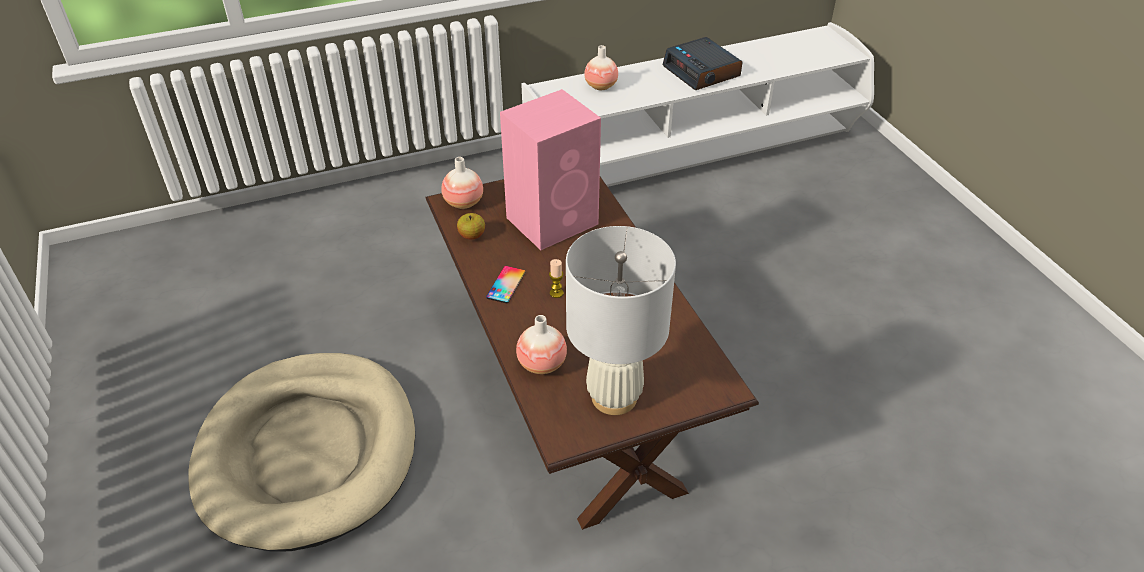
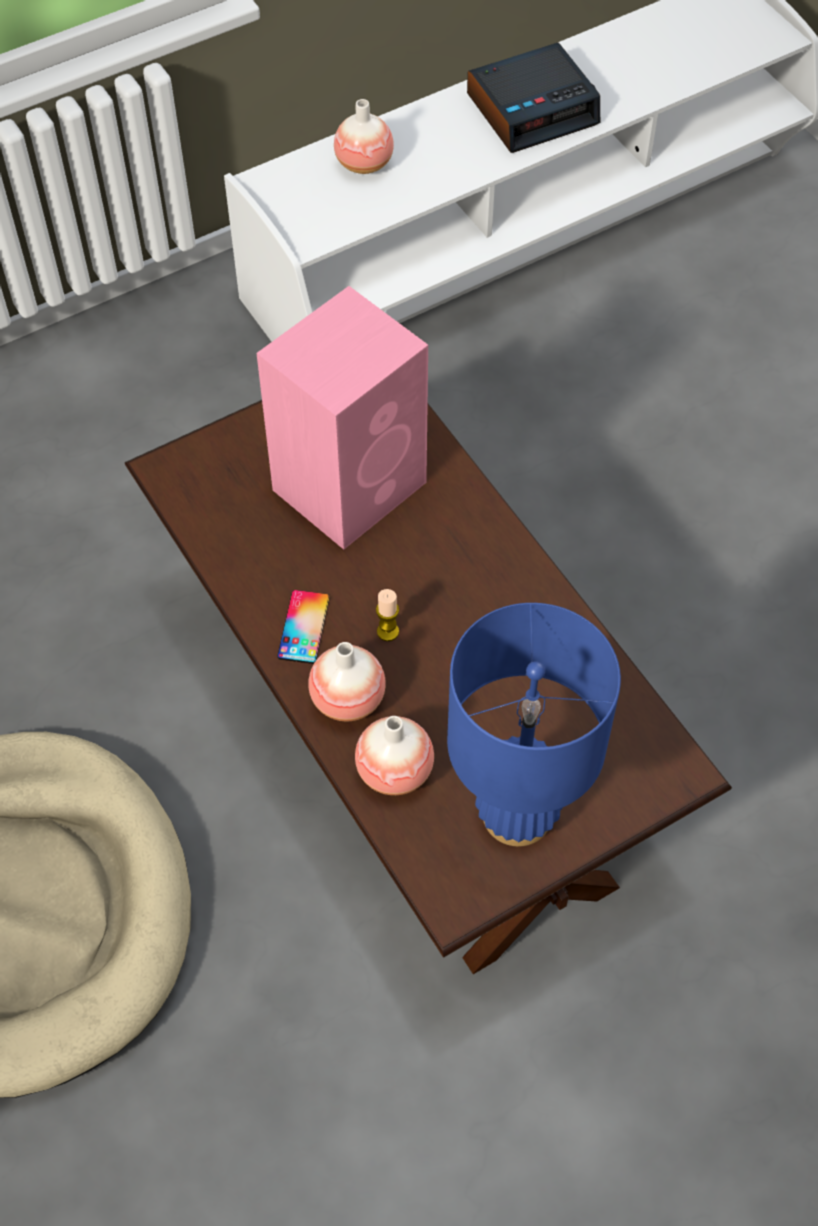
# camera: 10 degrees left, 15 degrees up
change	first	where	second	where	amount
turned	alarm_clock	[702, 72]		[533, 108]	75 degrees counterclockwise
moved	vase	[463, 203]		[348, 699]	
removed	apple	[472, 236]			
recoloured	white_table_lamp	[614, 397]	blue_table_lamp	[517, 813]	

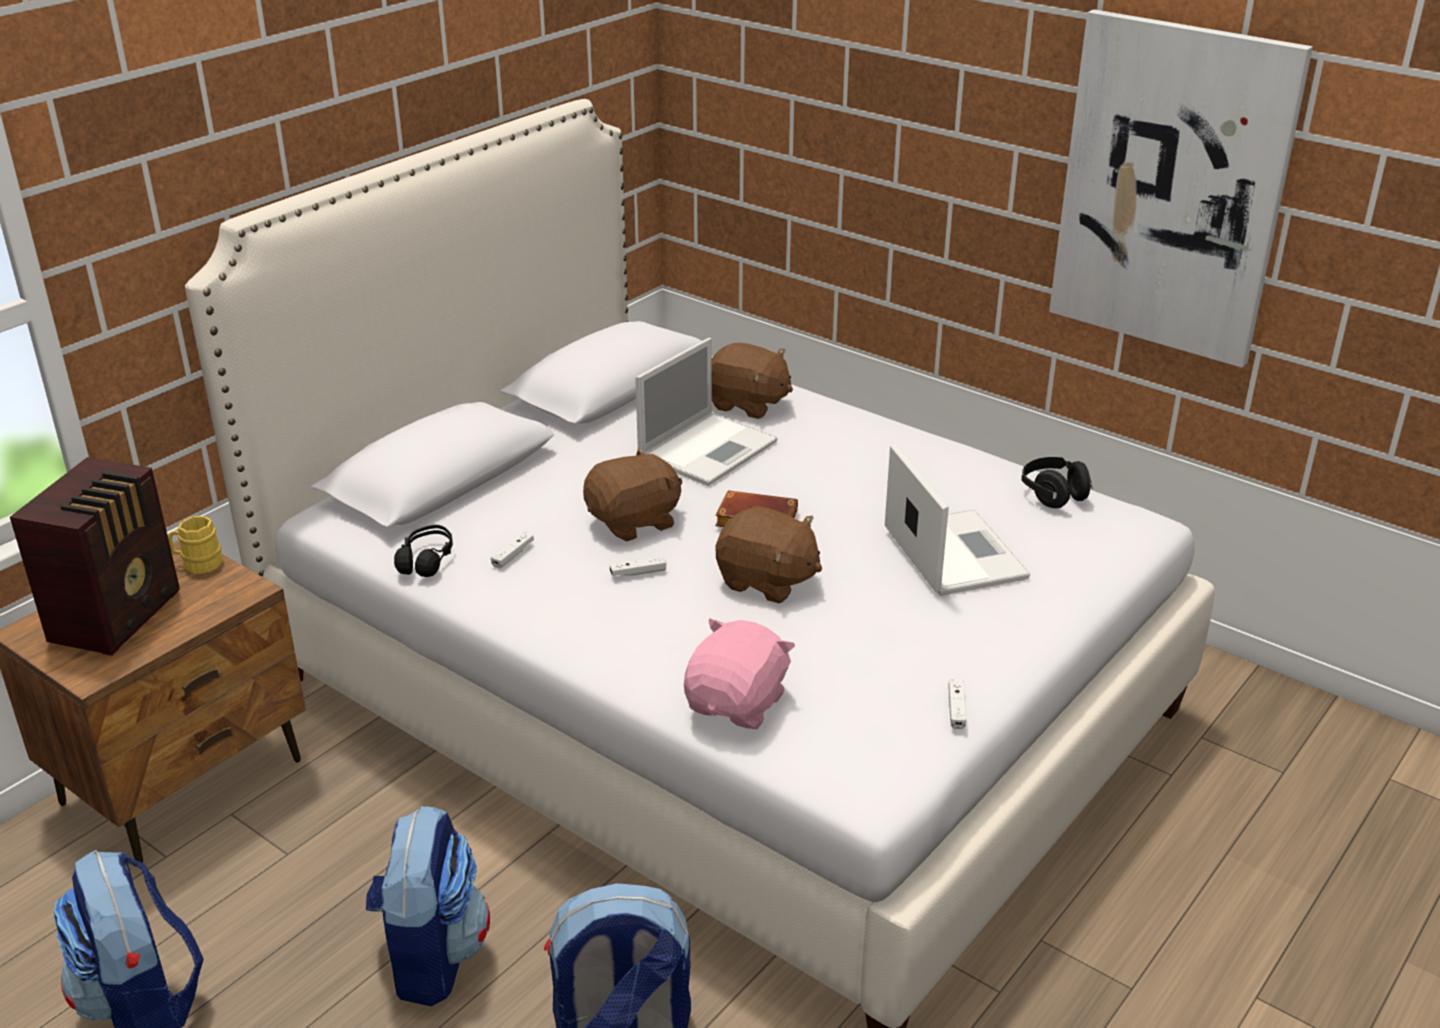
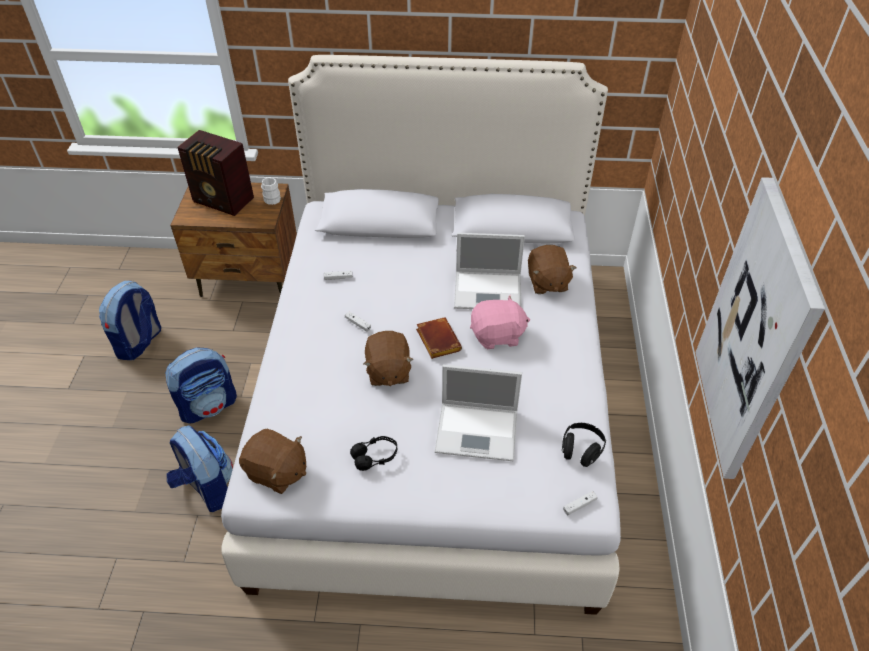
# camera: 55 degrees right, 15 degrees up
change	first	where	second	where	amount
turned	laptop	[952, 552]		[478, 431]	60 degrees clockwise
moved	brown_plush_toy	[634, 522]		[276, 472]	
turned	radio	[119, 615]		[224, 201]	45 degrees clockwise
recoloured	yellow_mug	[198, 564]	white_mug	[271, 198]	
moved	black_headphones	[426, 560]		[375, 457]	
moved	pink_plush_toy	[738, 704]		[497, 335]	
moved	white_game_controller	[956, 709]		[579, 505]	

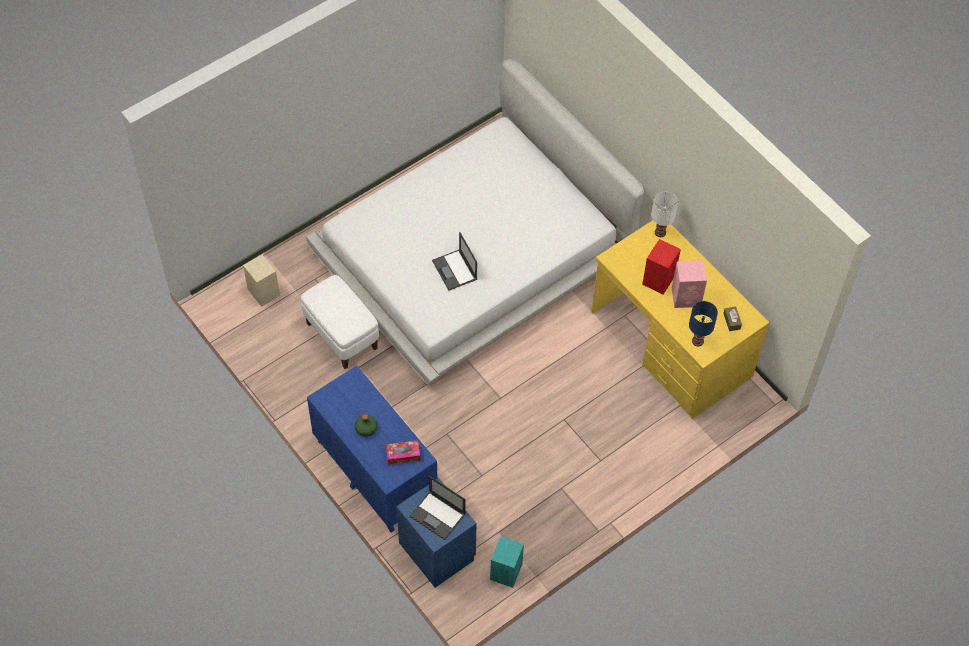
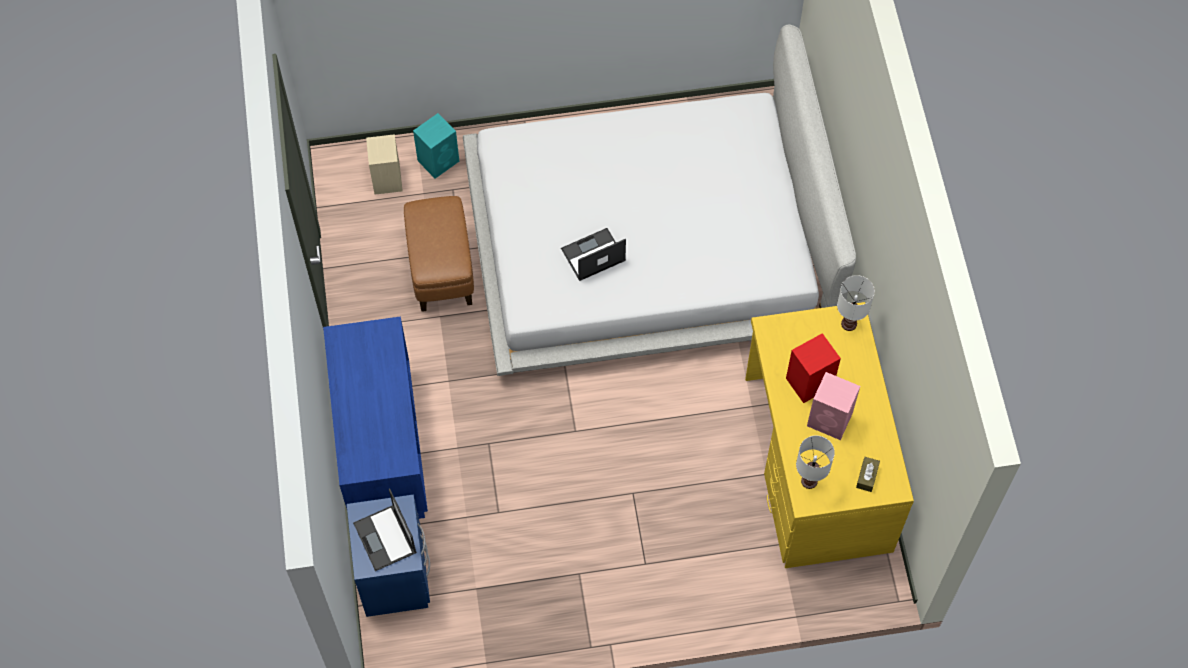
# camera: 30 degrees right, 5 degrees up
change	first	where	second	where	amount
turned	laptop	[455, 270]		[592, 255]	60 degrees clockwise
recoloured	white_ottoman	[342, 336]	brown_ottoman	[442, 271]	
recoloured	blue_table_lamp	[697, 340]	white_table_lamp	[809, 480]	
removed	green_bottle	[366, 428]			
removed	tissue_box	[403, 455]			
moved	turquoise_speaker	[506, 571]		[439, 160]	

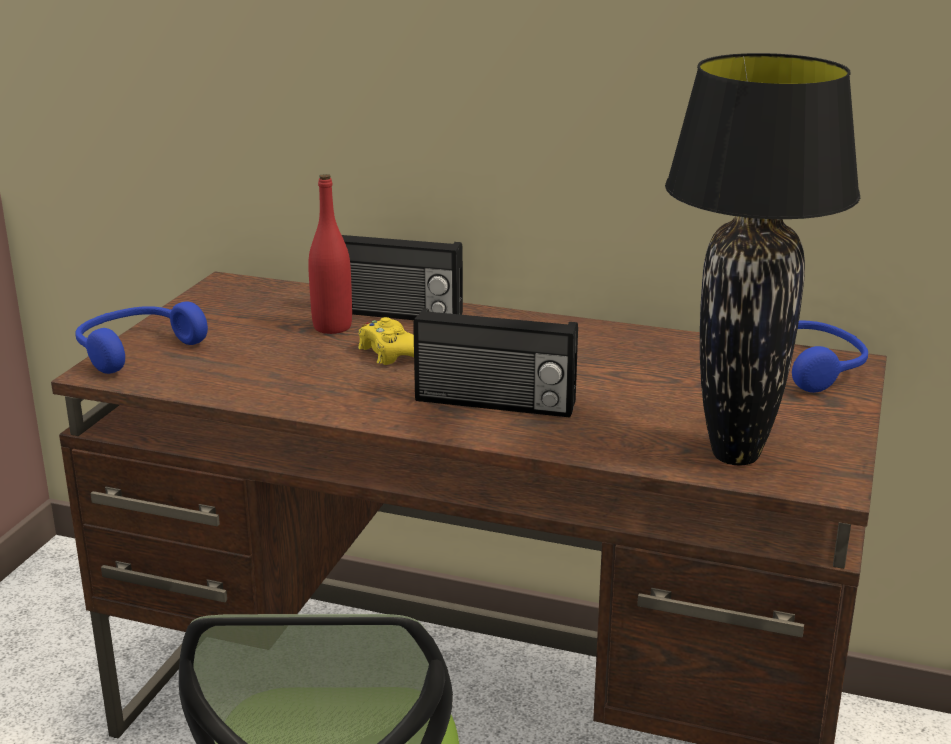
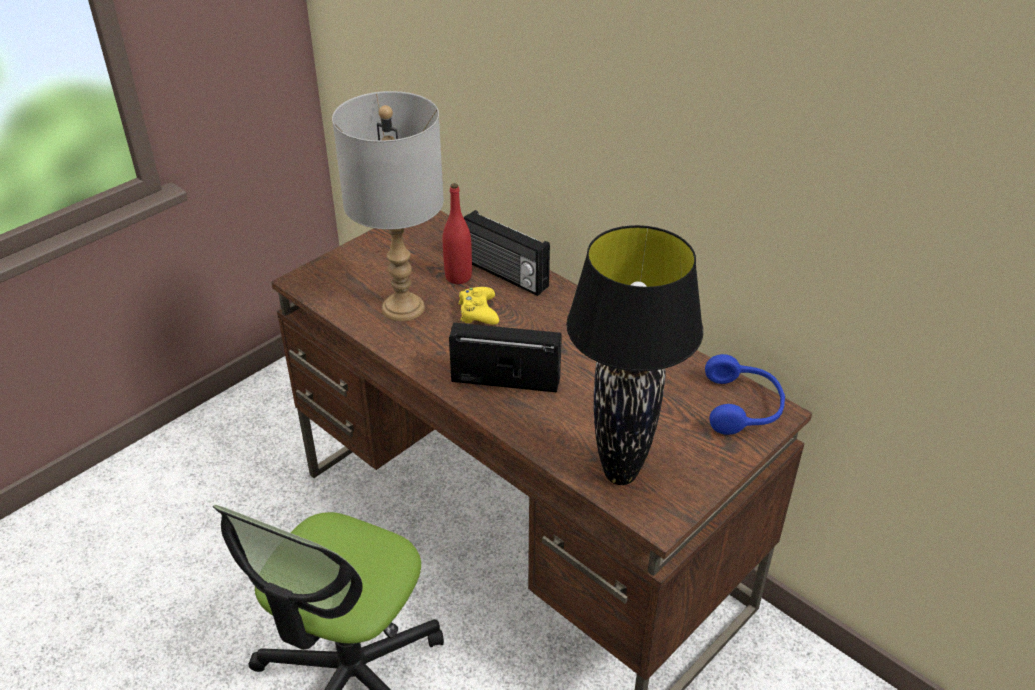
# camera: 25 degrees right, 15 degrees up
change	first	where	second	where	amount
removed	blue_headphones	[135, 349]			
turned	radio	[494, 404]		[505, 379]	150 degrees clockwise
added			grey_table_lamp	[403, 307]	

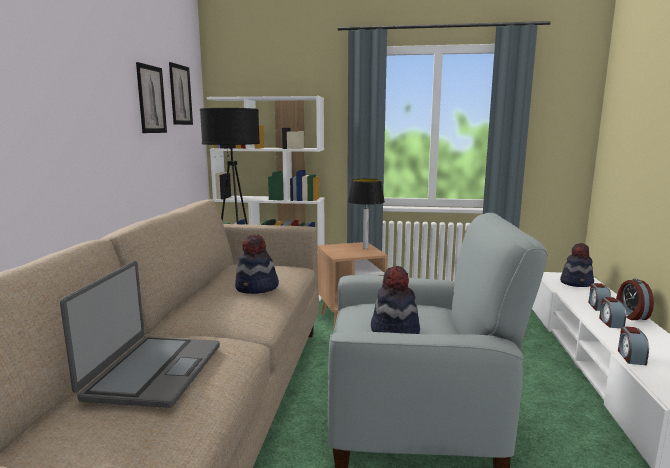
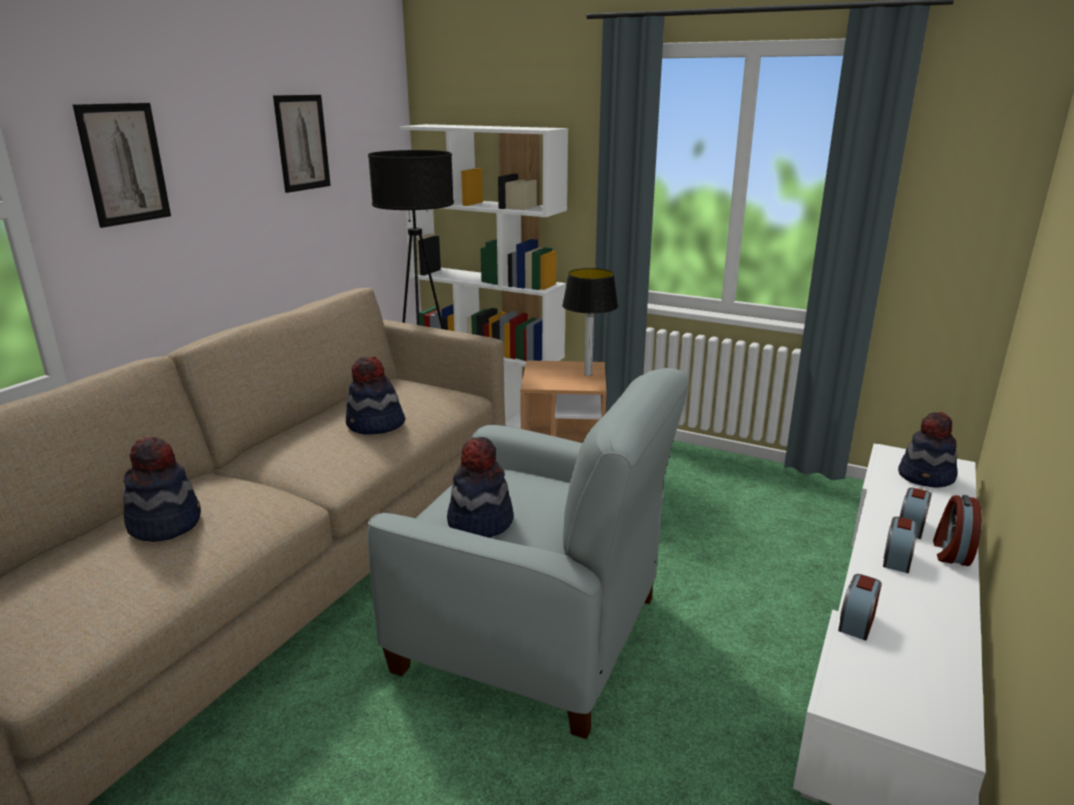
# camera: 20 degrees right, 10 degrees up
change	first	where	second	where	amount
moved	picture	[180, 95]		[124, 164]	
replaced	laptop	[153, 371]	hat	[165, 523]	

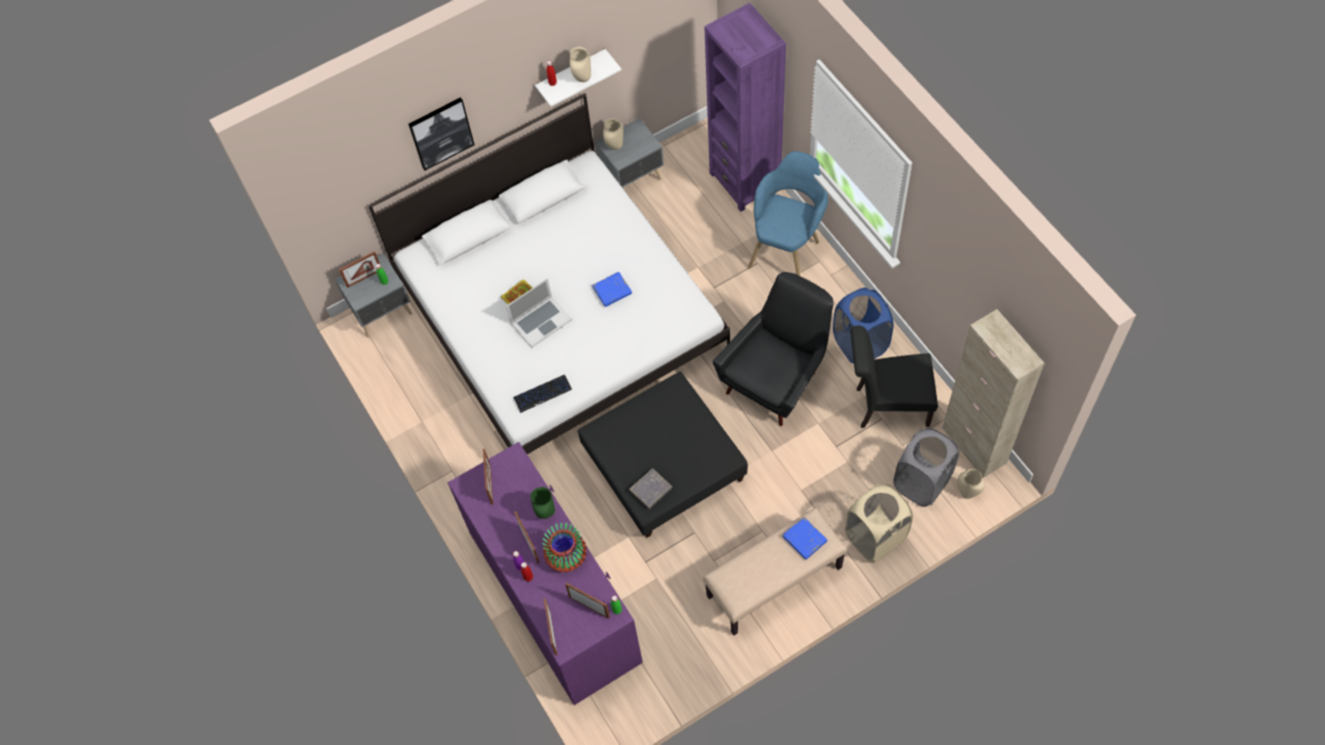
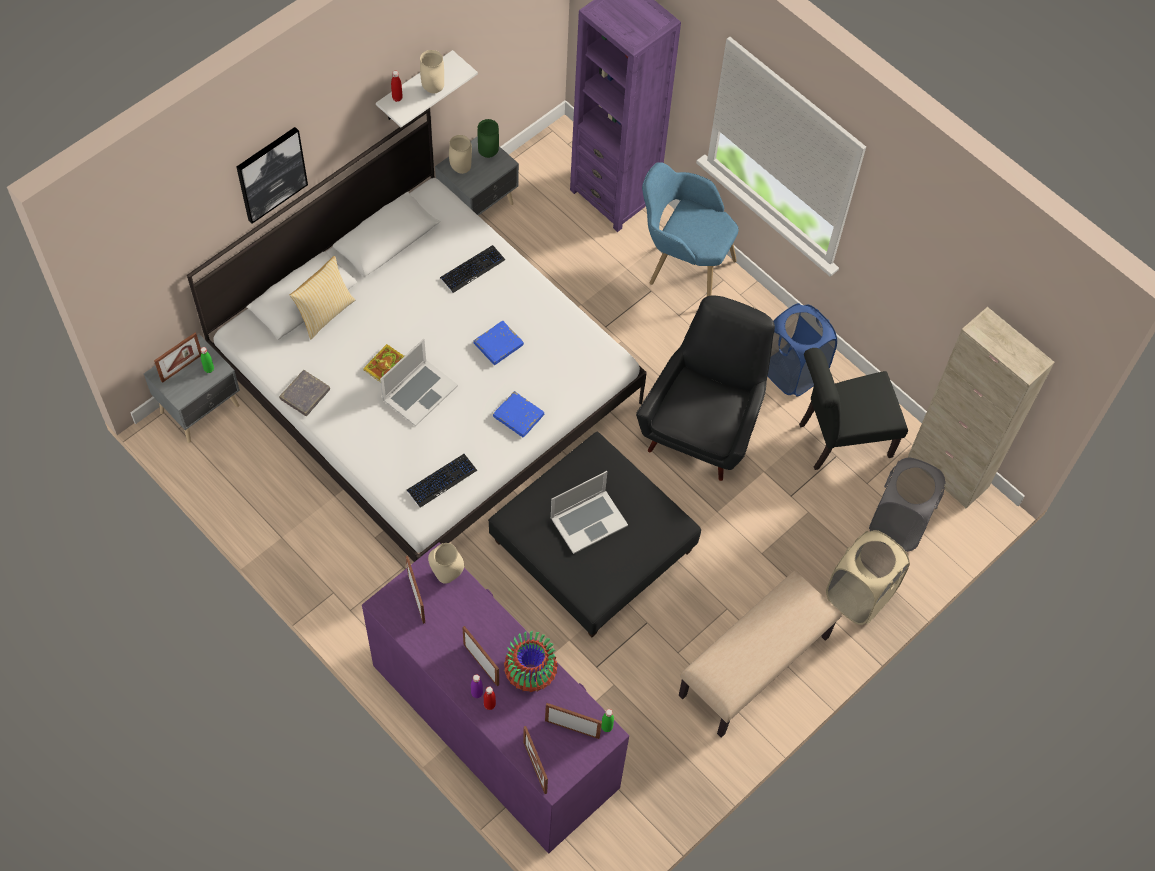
# camera: 20 degrees left, 0 degrees up
change	first	where	second	where	amount
turned	blue_armchair	[787, 247]		[682, 267]	75 degrees counterclockwise
moved	grey_book	[650, 490]		[305, 394]	
moved	beige_vase	[968, 492]		[447, 575]	
moved	green_vase	[545, 513]		[487, 154]	
moved	blue_book	[804, 539]		[518, 416]	
added			keyboard	[472, 269]	
added			pillow	[324, 313]	
added			laptop	[588, 521]	

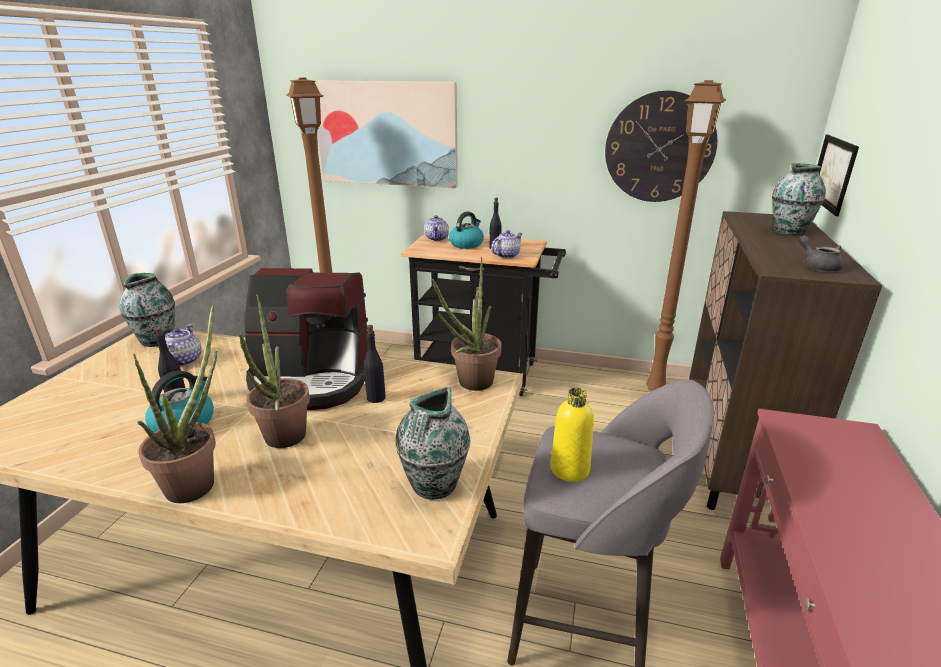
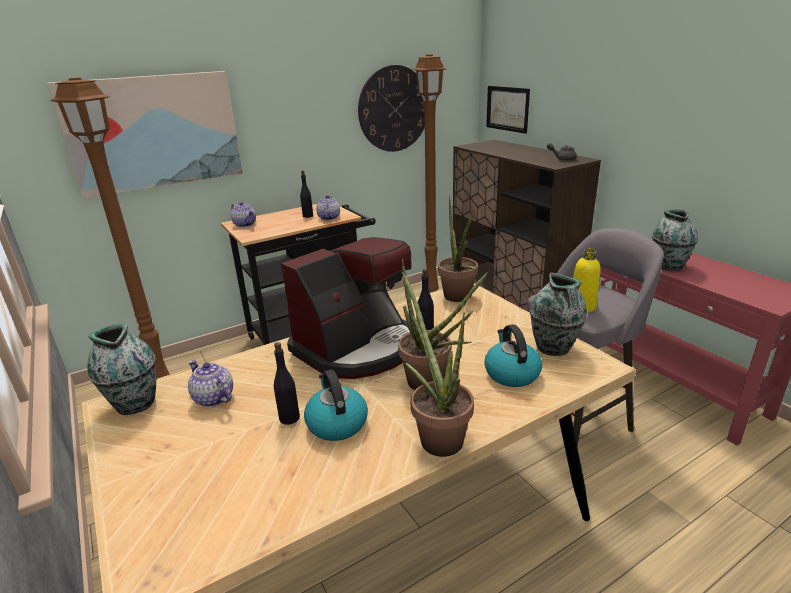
# camera: 45 degrees left, 0 degrees up
change	first	where	second	where	amount
moved	vase	[789, 231]		[668, 266]	
moved	kettle	[466, 244]		[511, 373]	

